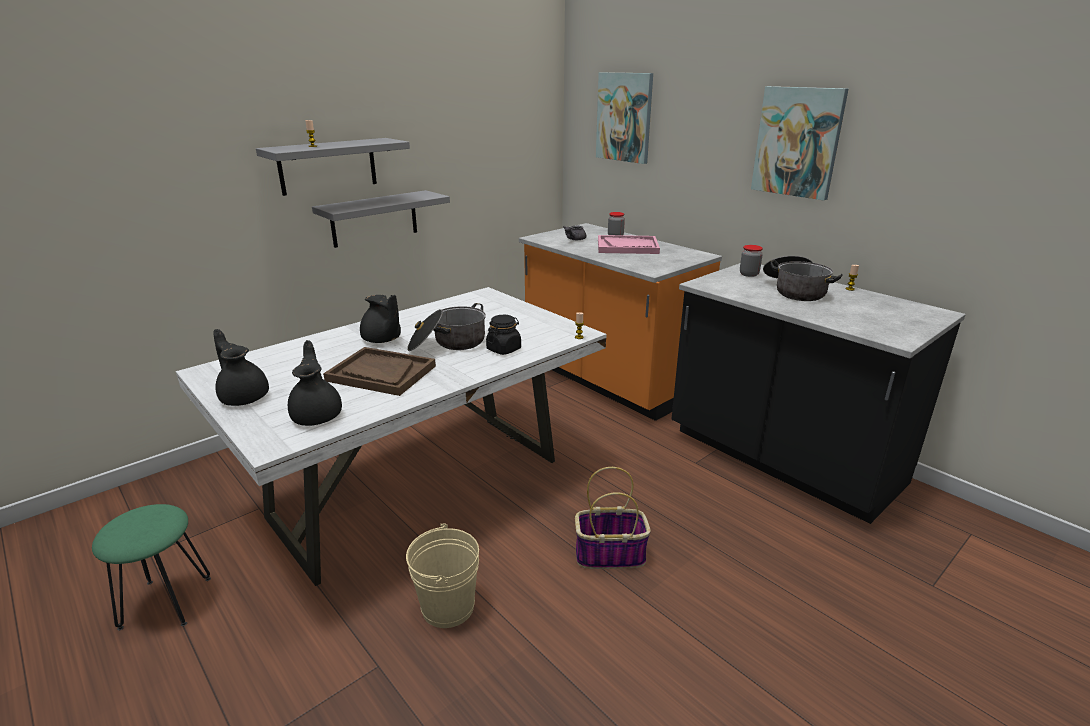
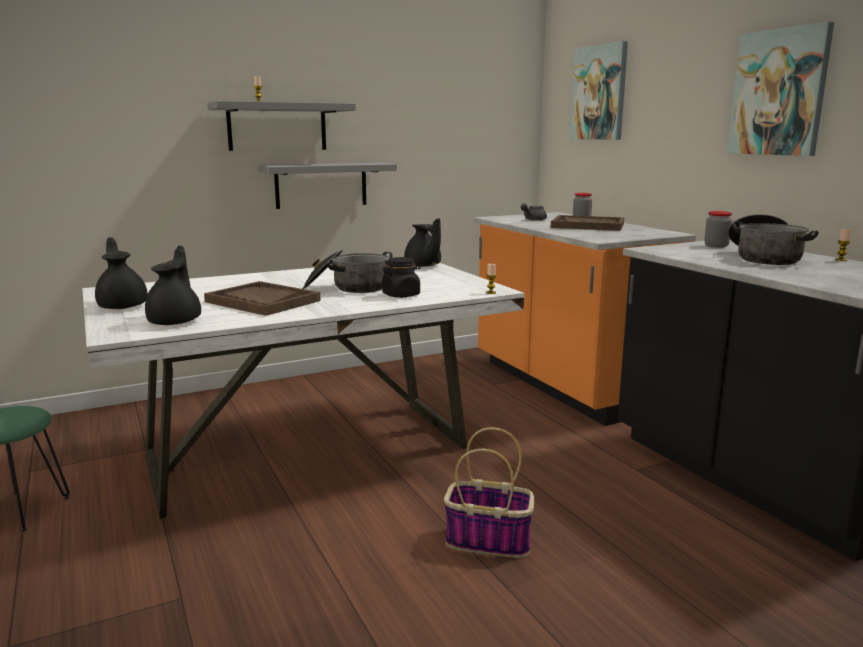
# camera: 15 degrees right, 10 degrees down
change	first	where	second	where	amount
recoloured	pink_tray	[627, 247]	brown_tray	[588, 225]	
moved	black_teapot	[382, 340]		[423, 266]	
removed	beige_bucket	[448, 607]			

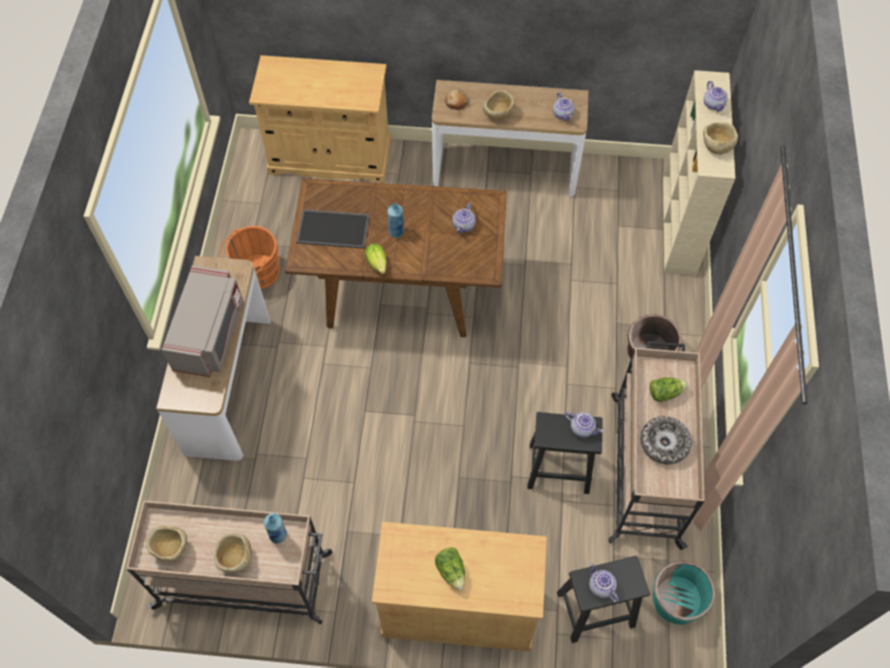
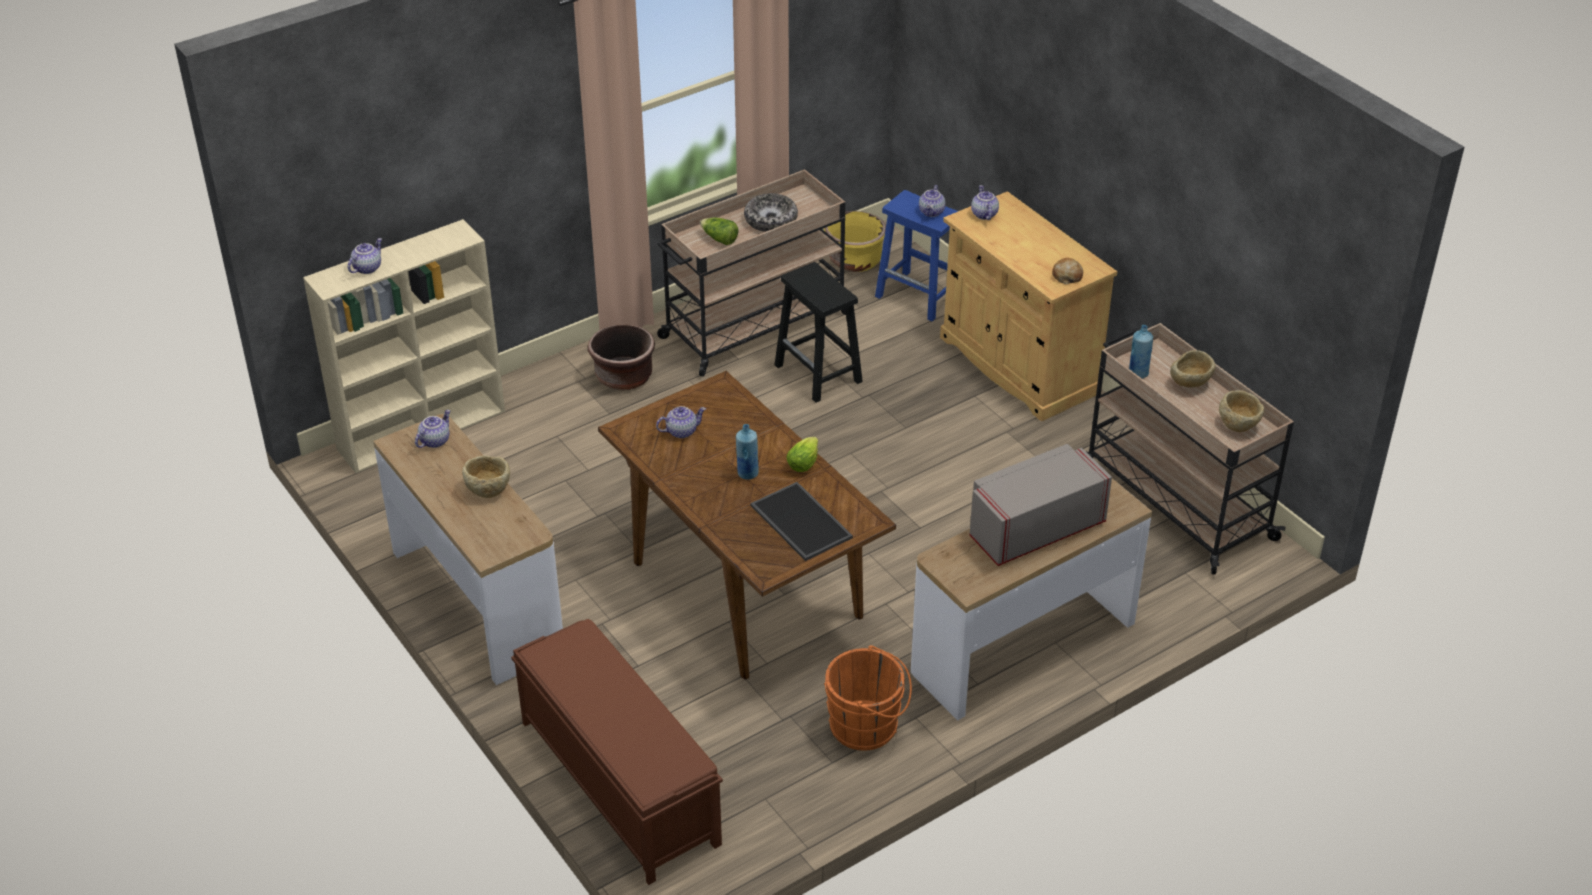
# camera: 130 degrees left, 20 degrees down
change	first	where	second	where	amount
replaced	beige_cabinet	[330, 157]	brown_bench	[618, 781]	
moved	bread	[456, 102]		[1067, 276]	
removed	beige_bowl	[716, 147]			
moved	teapot	[582, 428]		[983, 214]	
removed	lettuce	[451, 570]			
recoloured	black_stool	[594, 610]	blue_stool	[920, 296]	
recoloured	turquoise_planter	[677, 600]	yellow_planter	[854, 260]	

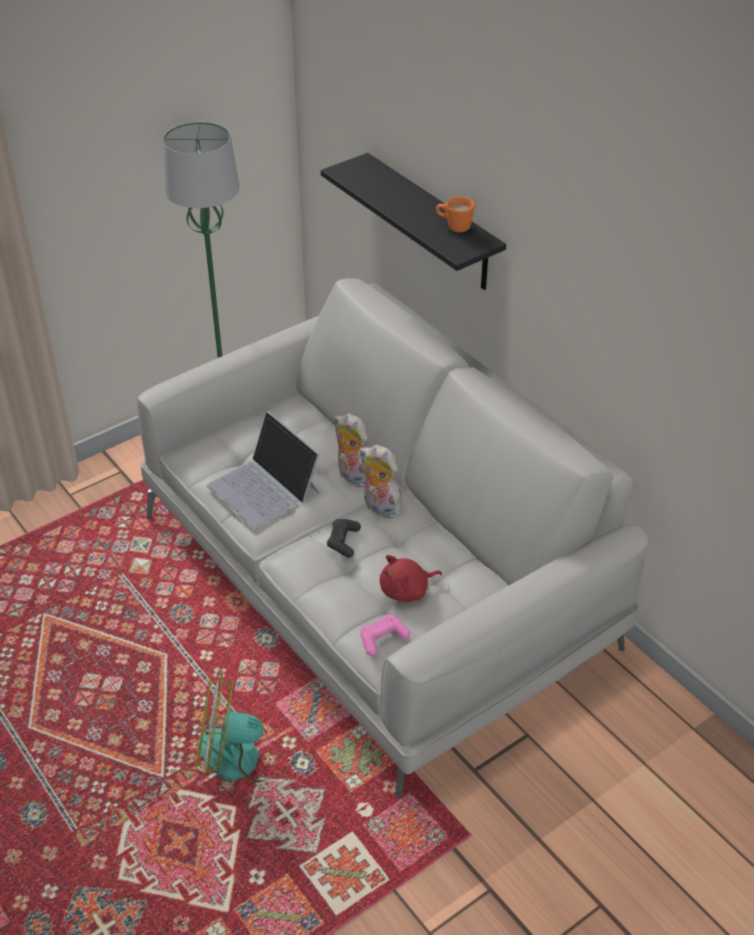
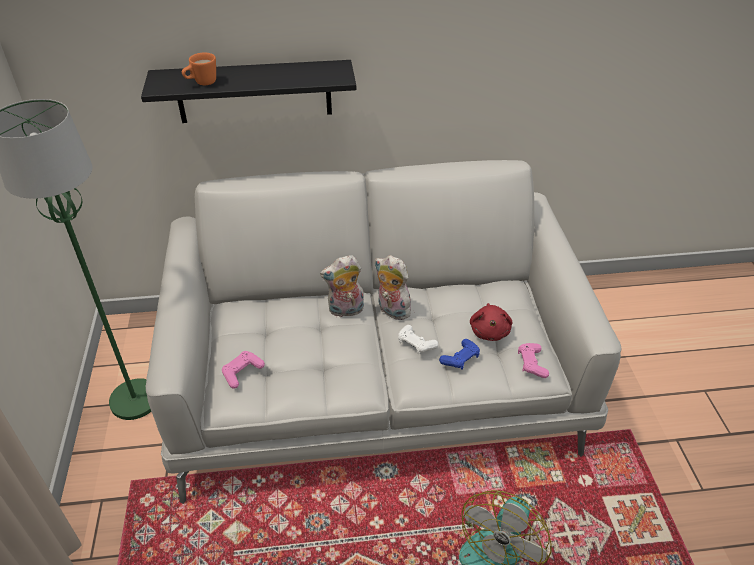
# camera: 60 degrees left, 0 degrees up
change	first	where	second	where	amount
moved	orange_mug	[454, 226]		[201, 83]	
removed	laptop	[264, 488]			
turned	plush_toy	[379, 507]		[391, 310]	60 degrees clockwise
recoloured	black_game_controller	[343, 541]	white_game_controller	[416, 344]	
added			blue_game_controller	[460, 359]	
added			pink_game_controller	[242, 372]	

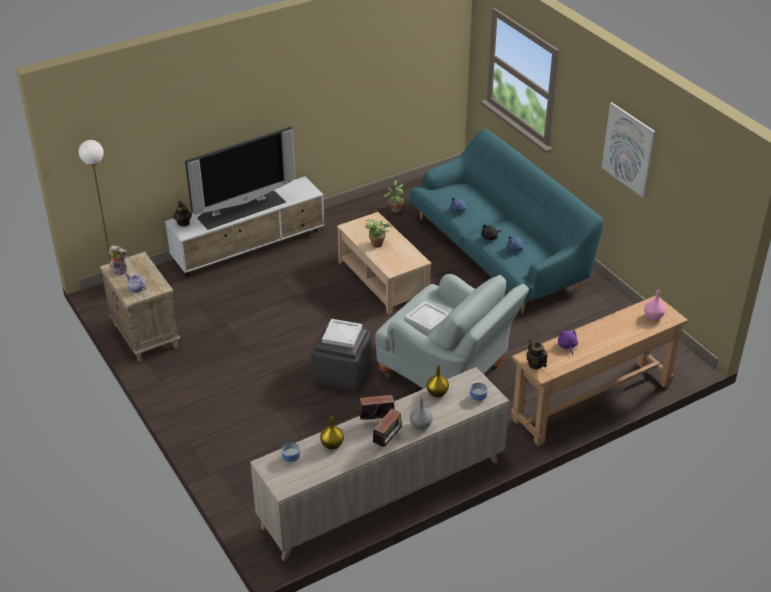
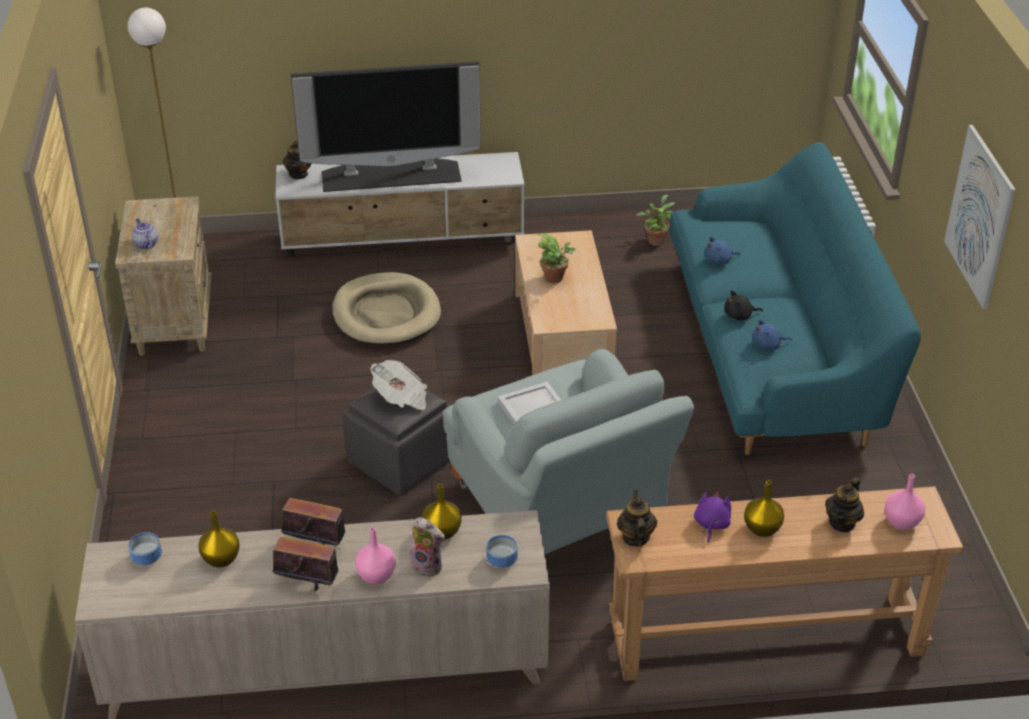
# camera: 25 degrees right, 0 degrees up
change	first	where	second	where	amount
moved	plush_toy	[120, 271]		[428, 565]	
replaced	white_tray	[342, 334]	newspaper	[401, 398]	
recoloured	grey_vase	[421, 425]	pink_vase	[377, 576]	
turned	radio	[388, 441]		[307, 583]	135 degrees counterclockwise
added			beige_dog_bed	[386, 314]	
added			teapot	[842, 523]	
added			yellow_vase	[763, 529]	

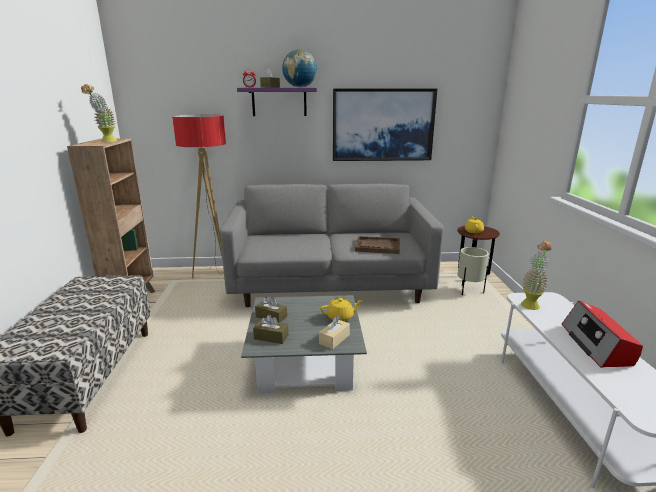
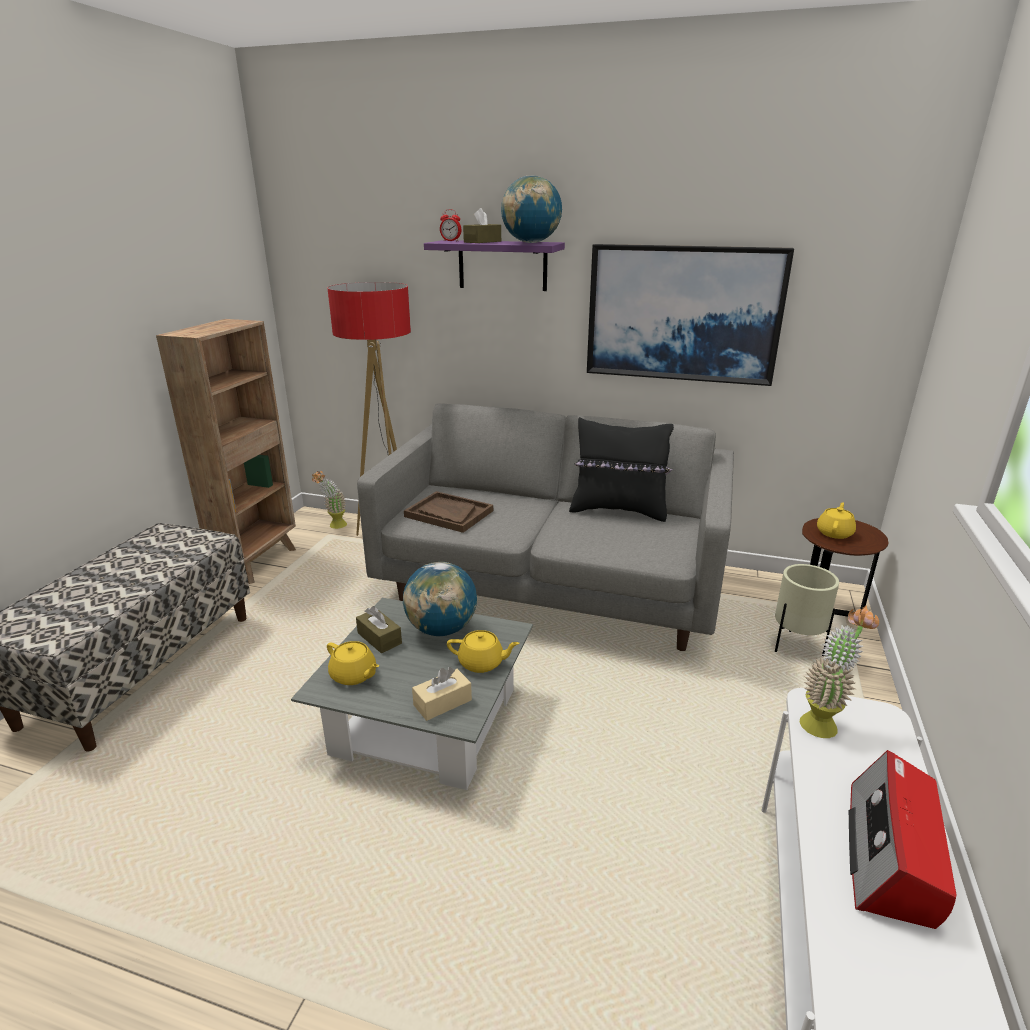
# camera: 20 degrees right, 5 degrees up
change	first	where	second	where	amount
moved	potted_plant	[105, 141]		[334, 526]	
moved	brown_tray	[377, 246]		[448, 514]	
replaced	brown_tissue_box	[271, 337]	yellow_teapot	[354, 675]	
added			black_pillow	[618, 510]	
added			globe	[441, 629]	

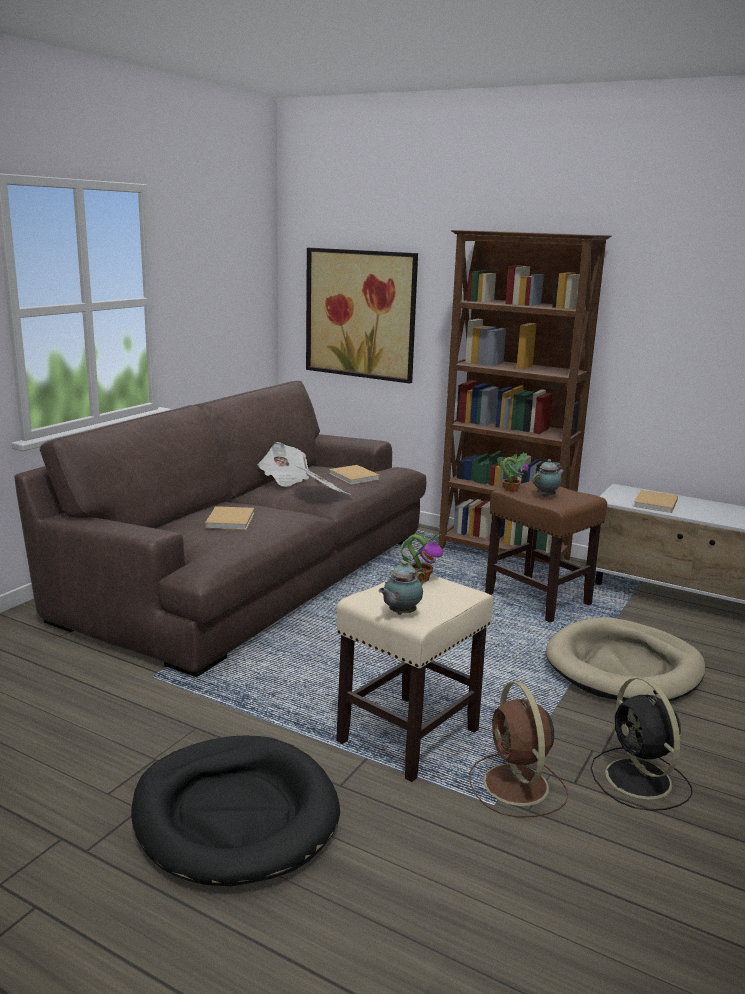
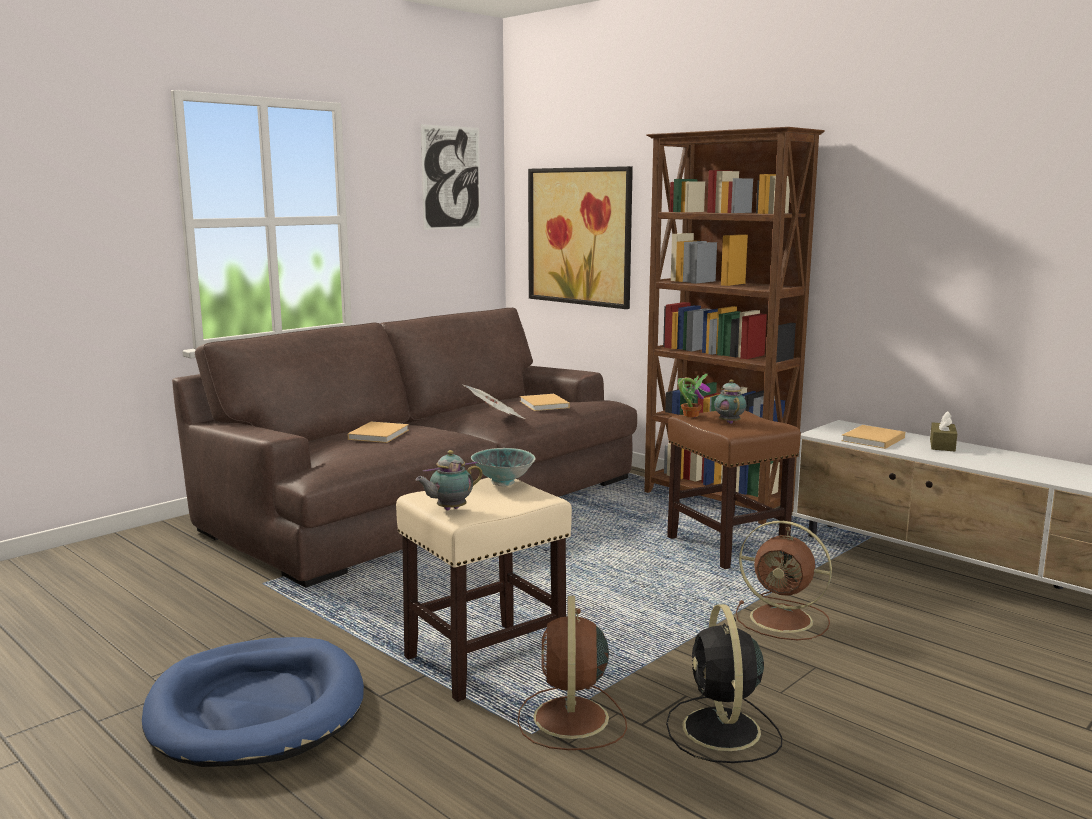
# camera: 15 degrees right, 5 degrees down
change	first	where	second	where	amount
removed	newspaper	[283, 478]			
turned	teapot	[547, 496]		[729, 422]	75 degrees counterclockwise
replaced	potted_plant	[420, 578]	bowl	[502, 483]	
replaced	beige_dog_bed	[624, 667]	brown_fan	[784, 619]	
recoloured	black_dog_bed	[235, 814]	blue_dog_bed	[257, 708]	
added			picture	[451, 178]	
added			brown_tissue_box	[942, 445]	

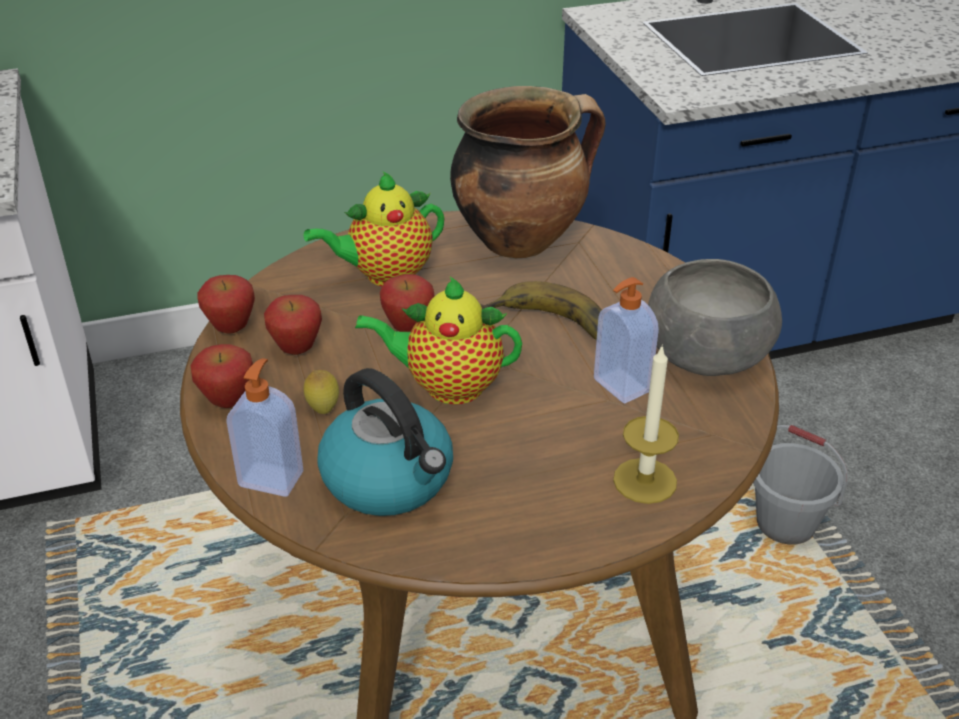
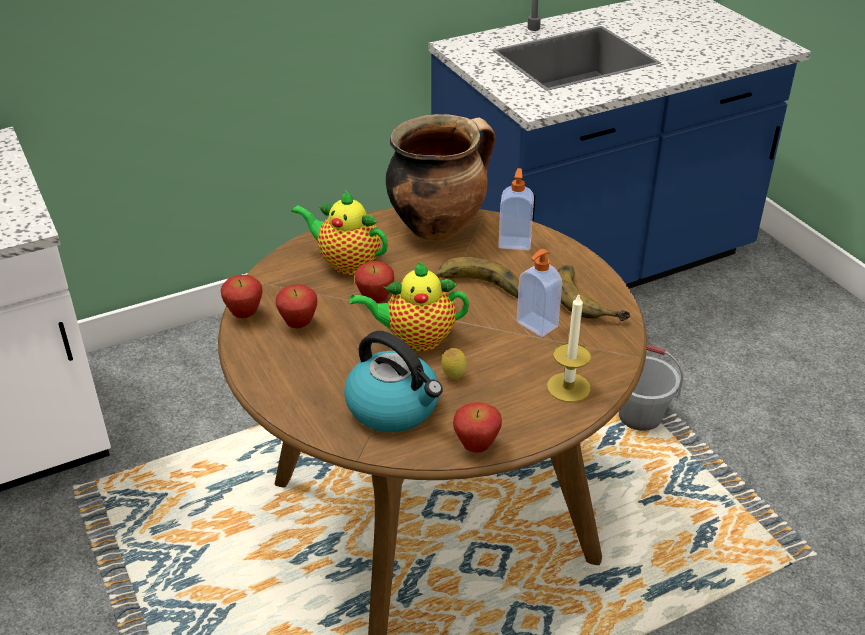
# camera: 10 degrees left, 0 degrees up
change	first	where	second	where	amount
turned	teapot	[385, 275]		[346, 263]	60 degrees clockwise
replaced	grey_bowl	[707, 355]	banana	[590, 297]	
moved	apple	[228, 402]		[476, 447]	
moved	soap_dispenser	[272, 478]		[514, 242]	
moved	lemon	[323, 409]		[453, 376]	

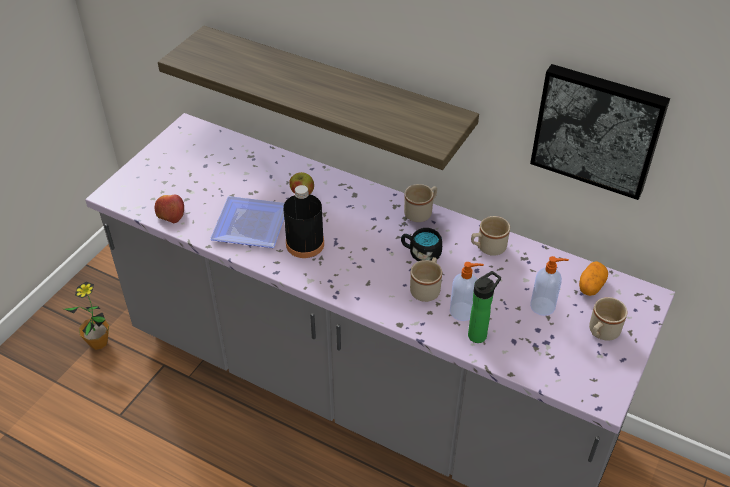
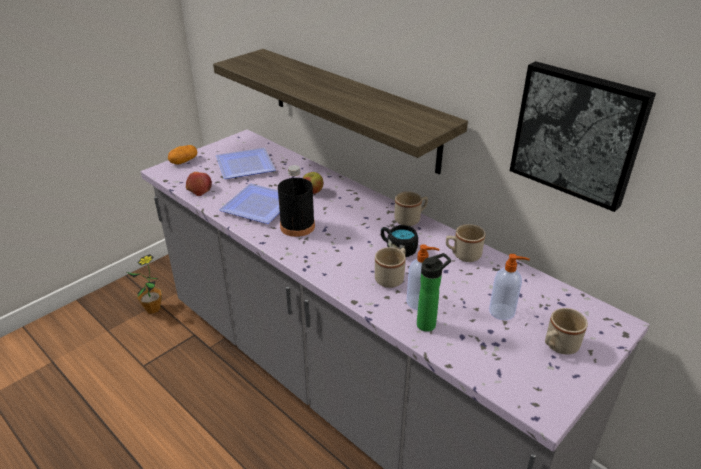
# camera: 15 degrees right, 10 degrees down
change	first	where	second	where	amount
moved	potato	[591, 286]		[183, 161]	
added			plate	[247, 166]	

